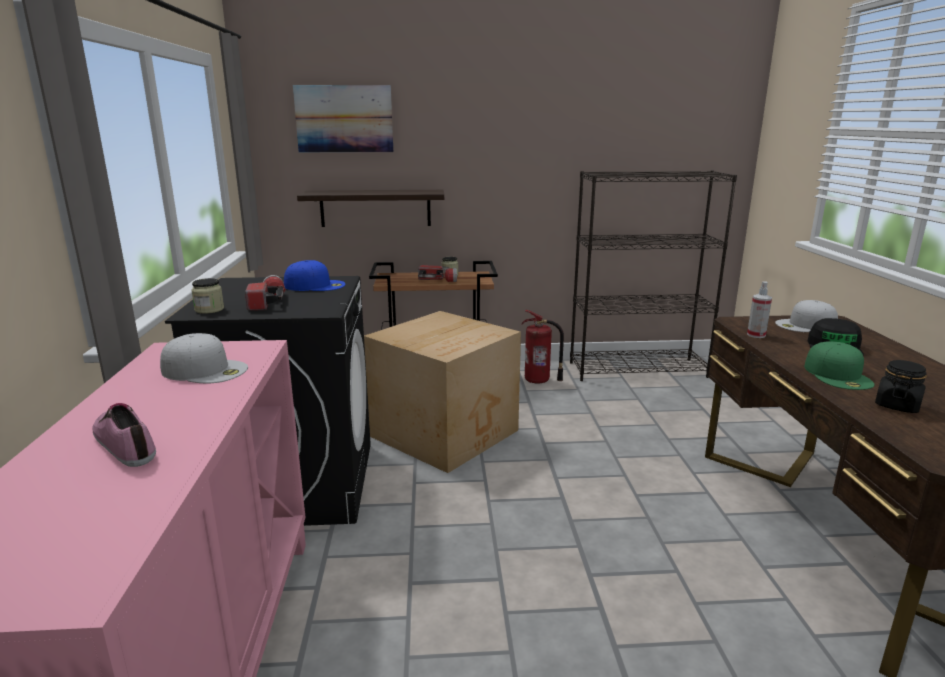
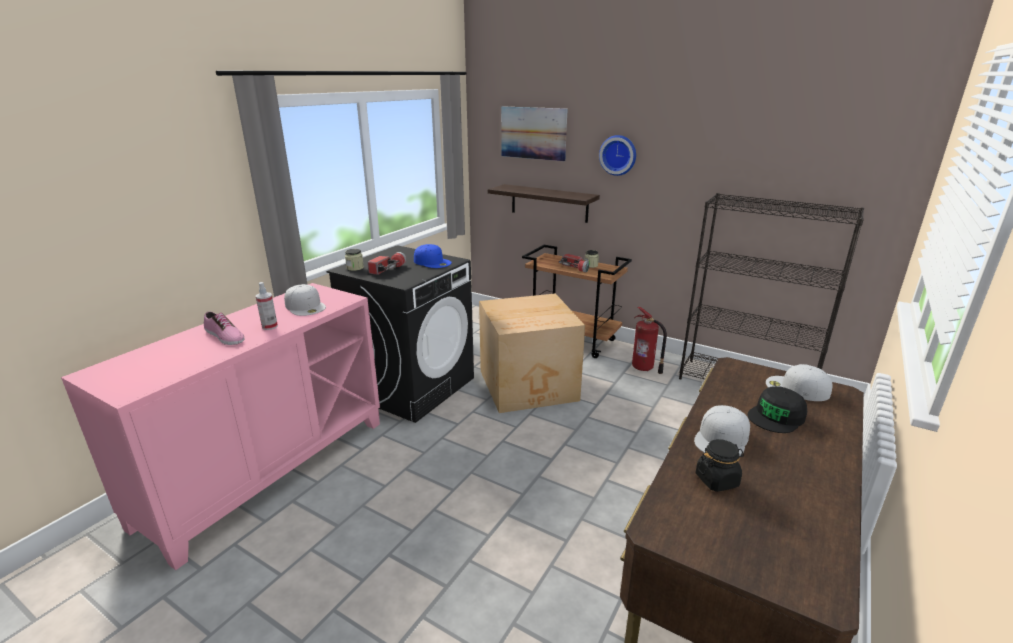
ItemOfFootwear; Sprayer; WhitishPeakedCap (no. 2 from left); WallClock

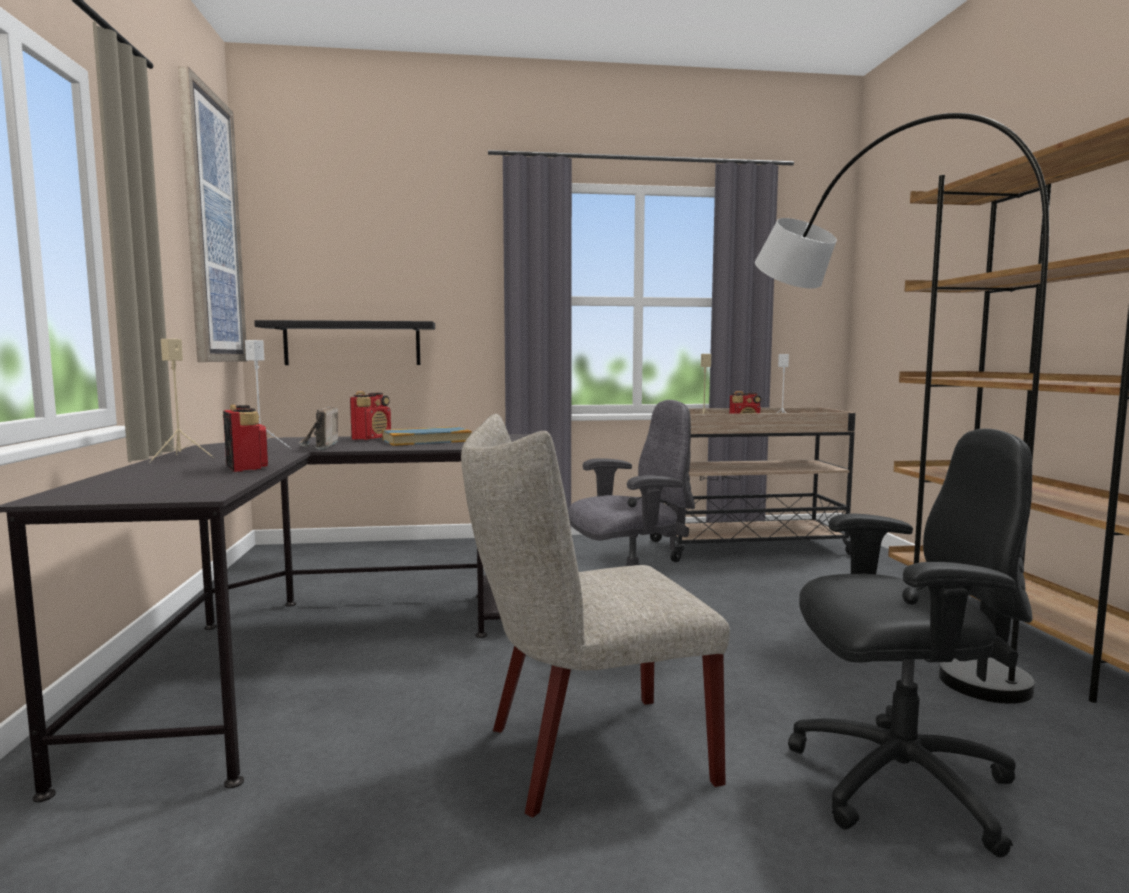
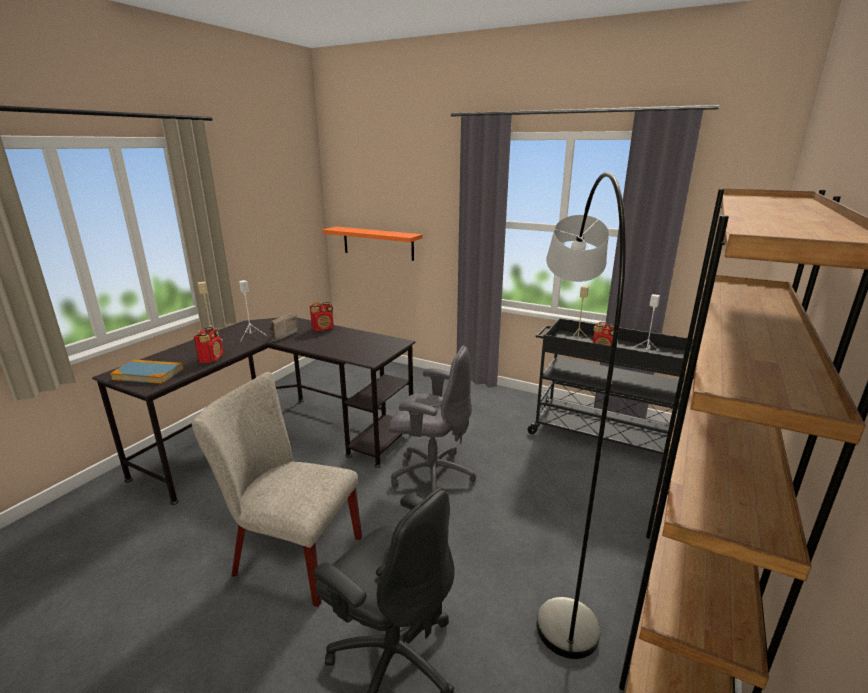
WallPicture; OrangeyBracketShelf; Book; BlackCart

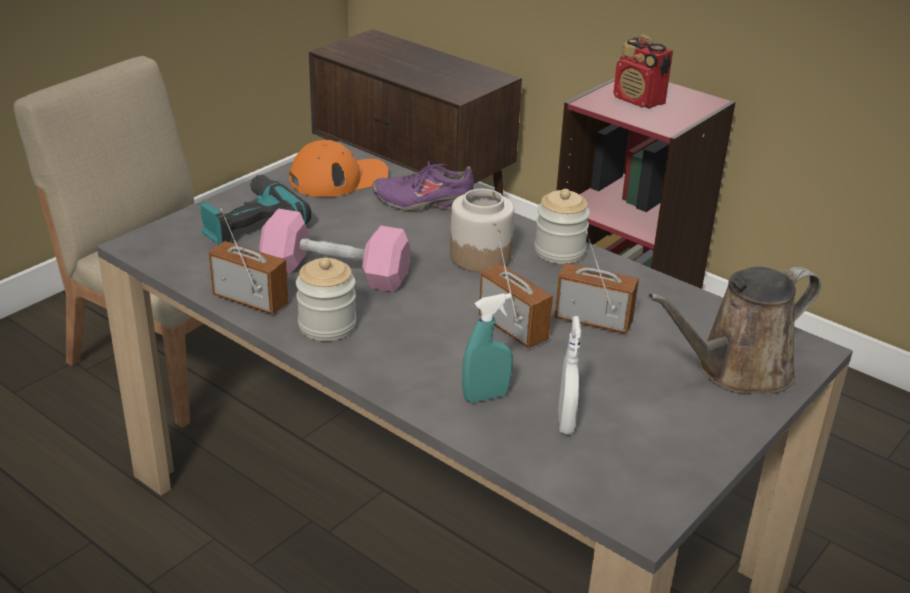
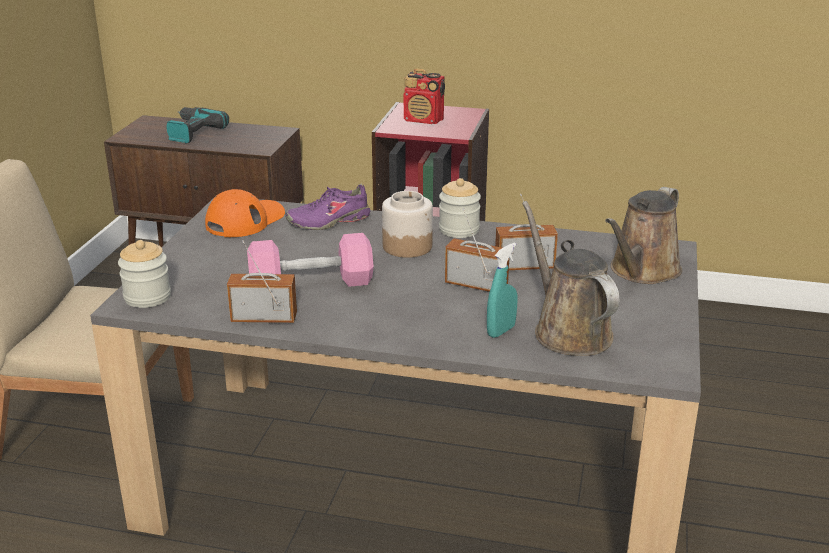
Drill; StorageJar (no. 1 from left); BrownishSprinklingCan (no. 1 from left)

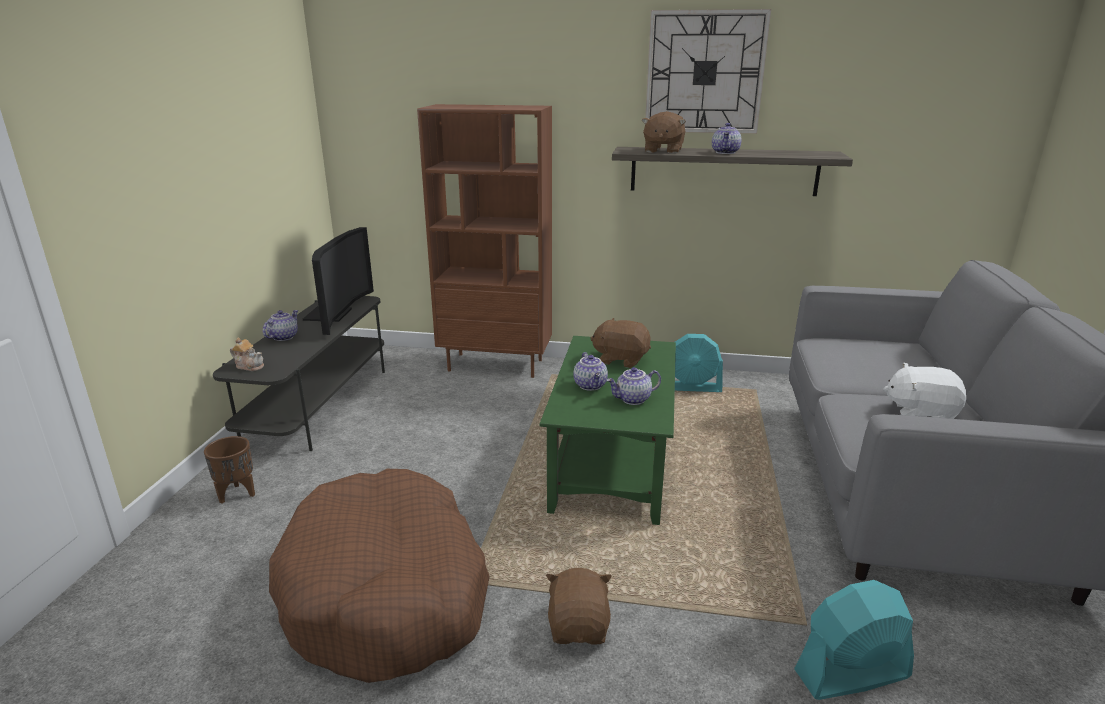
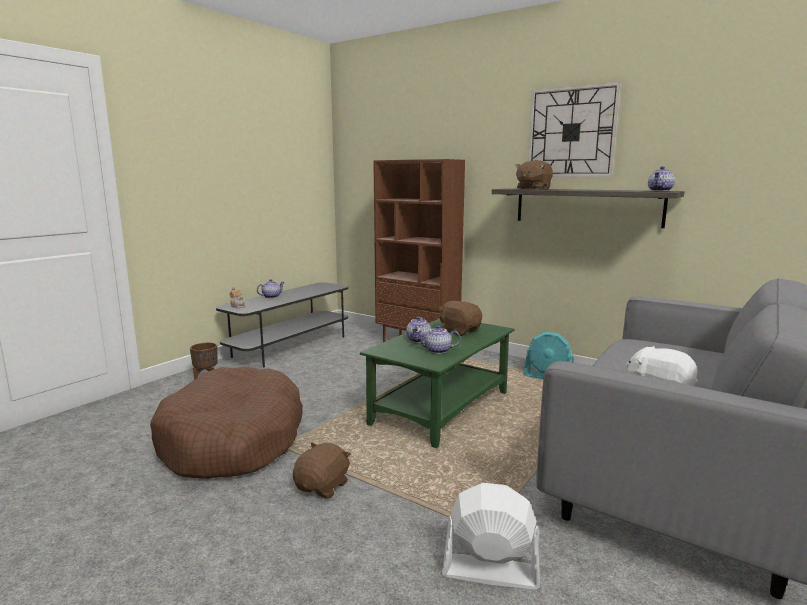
Television; Teapot (no. 5 from left); WhitishFan

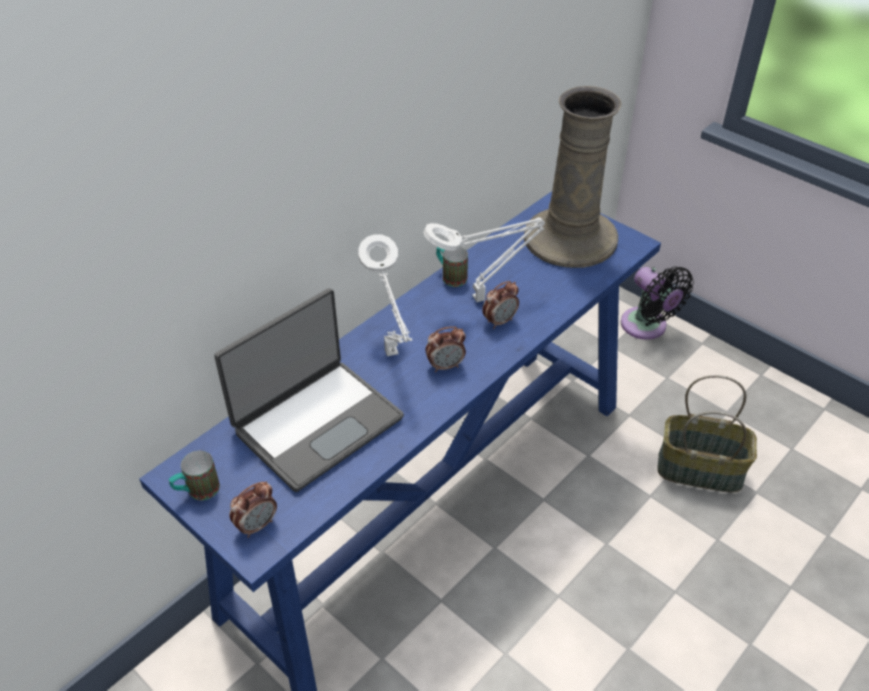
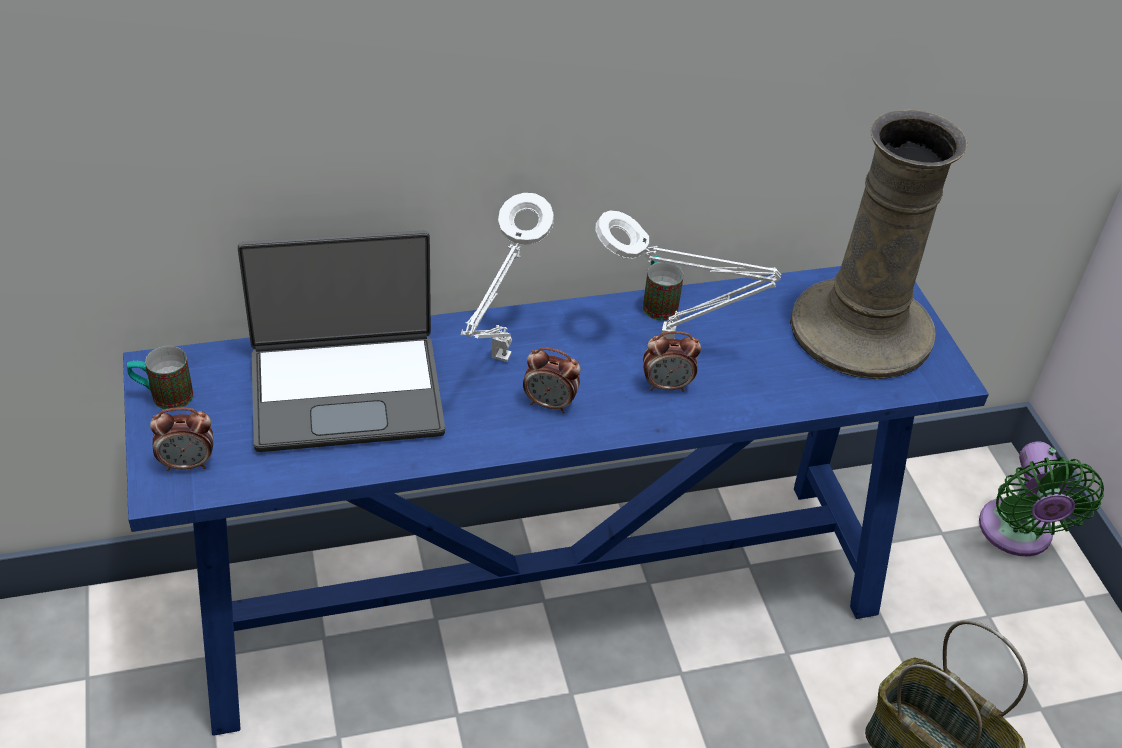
GreenFan

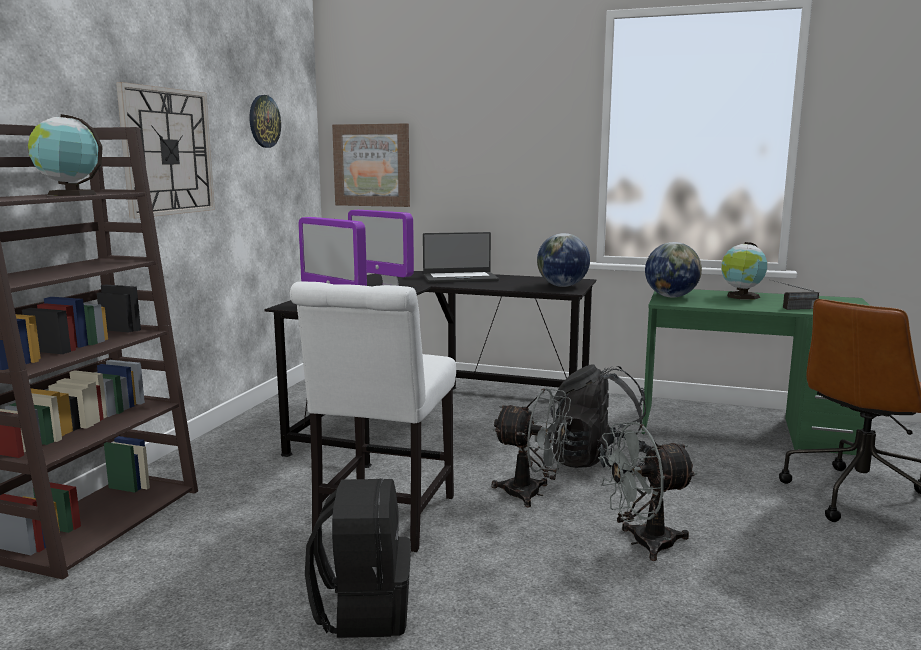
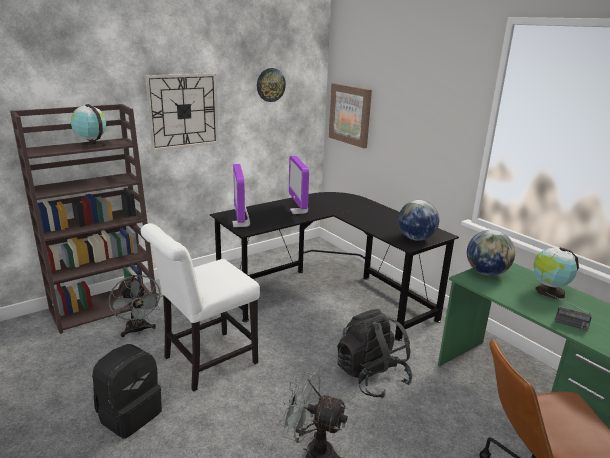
Laptop; GreyFan (no. 1 from left)

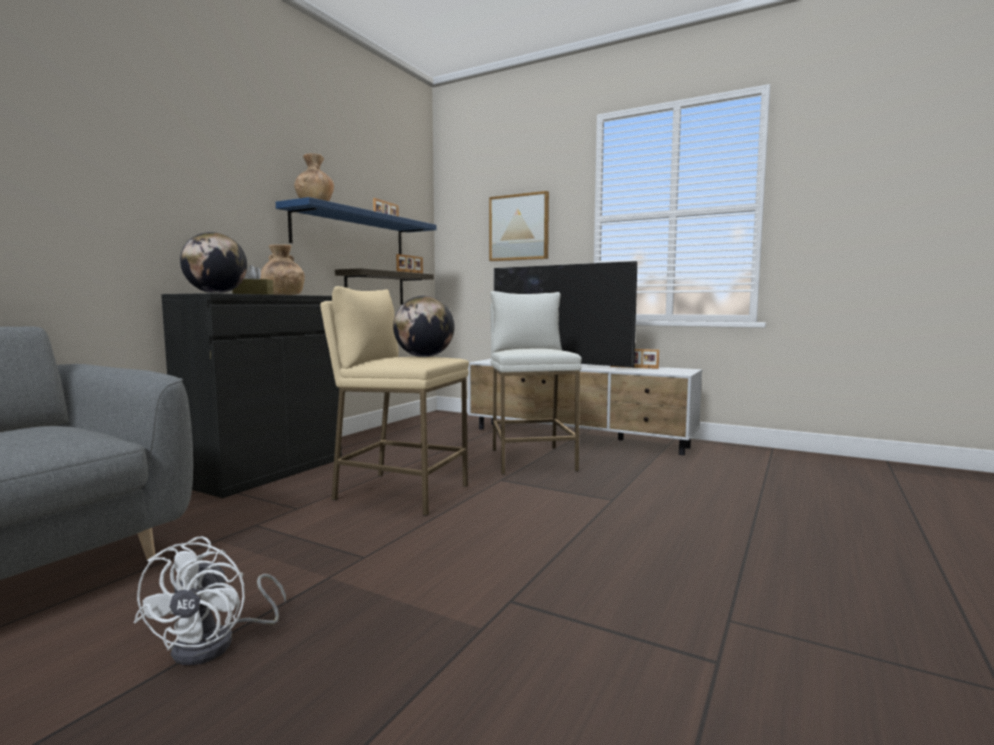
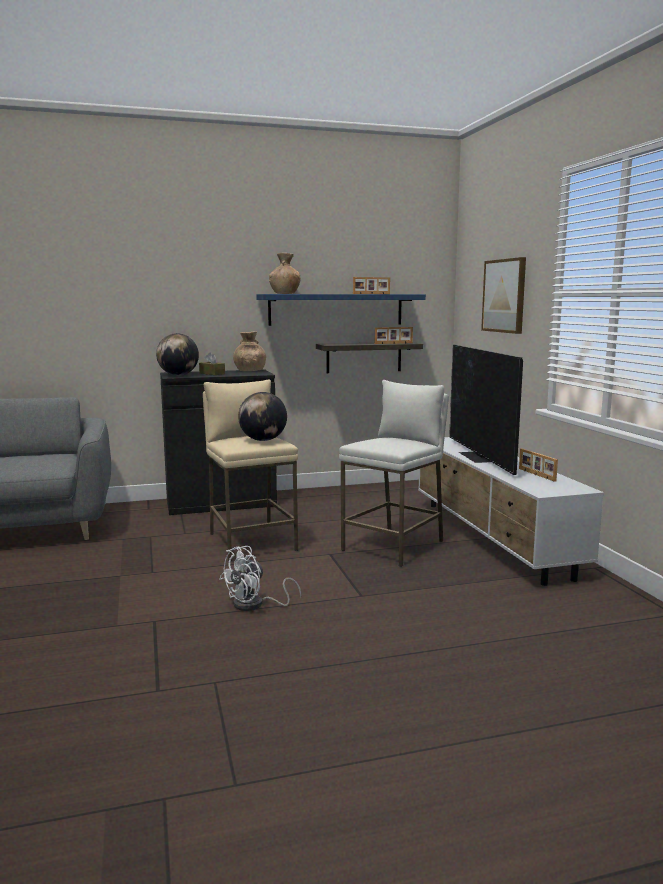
WhitishFan

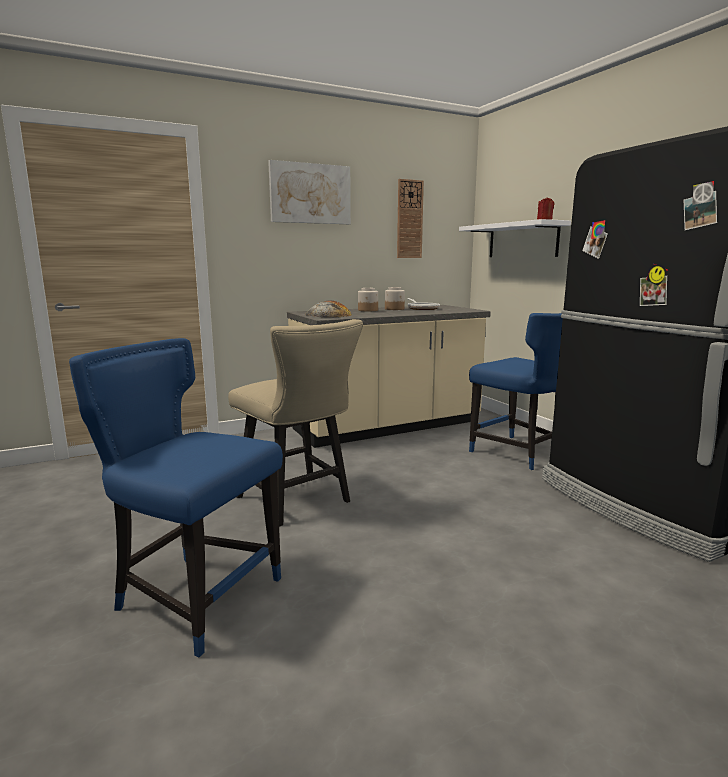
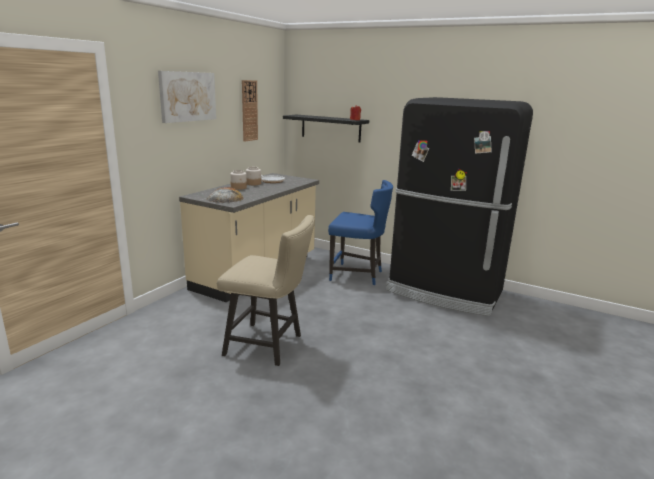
BlueColouredChair (no. 1 from left in the first image); BlackBracketShelf

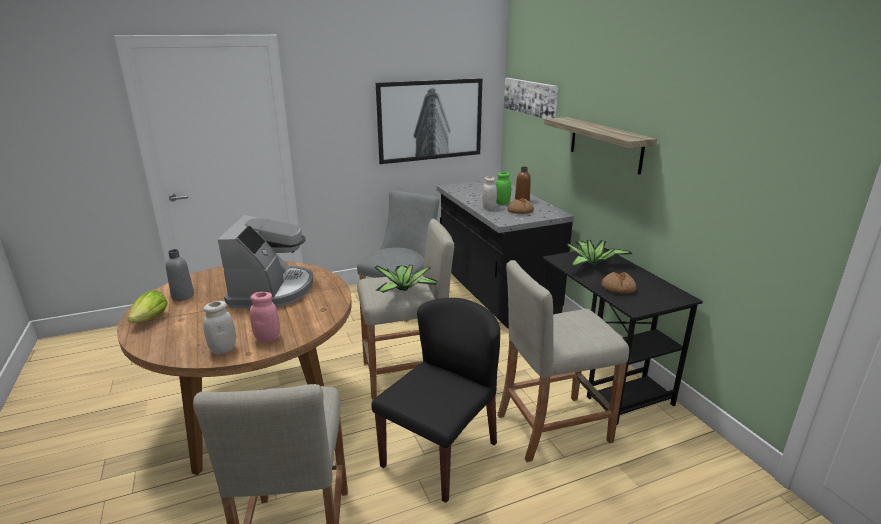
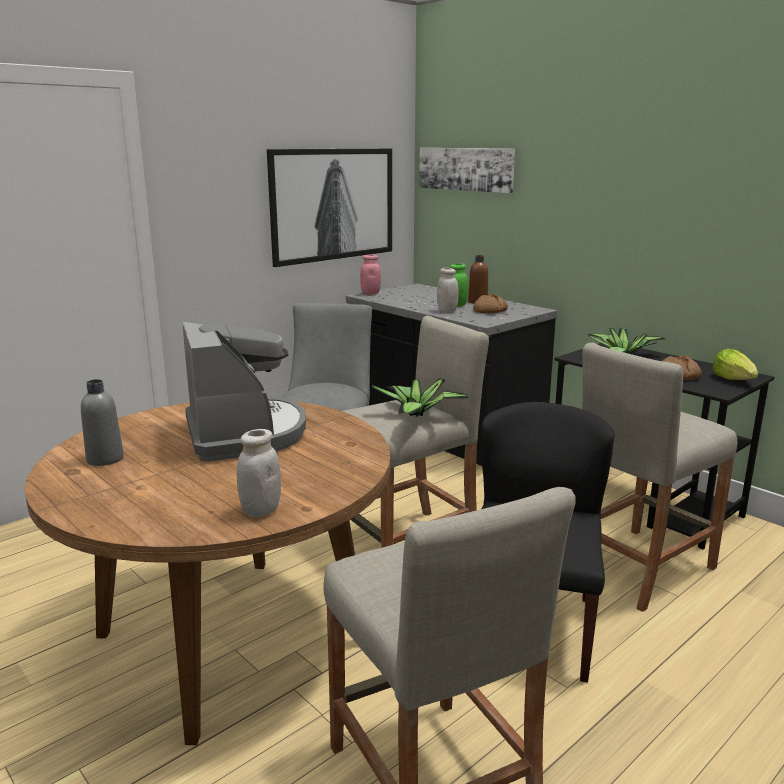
Lettuce; PinkColouredStorageJar; BracketShelf

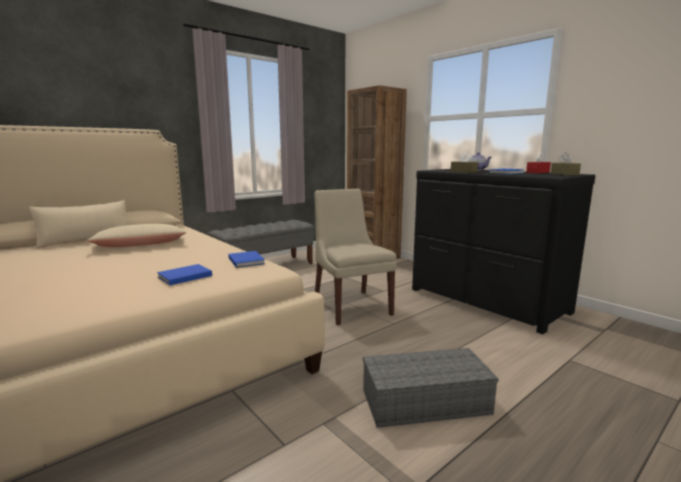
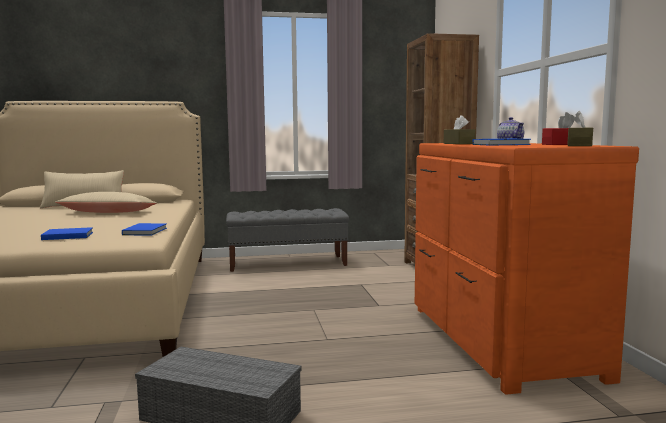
BeigeChair; OrangeyChestOfDrawers

